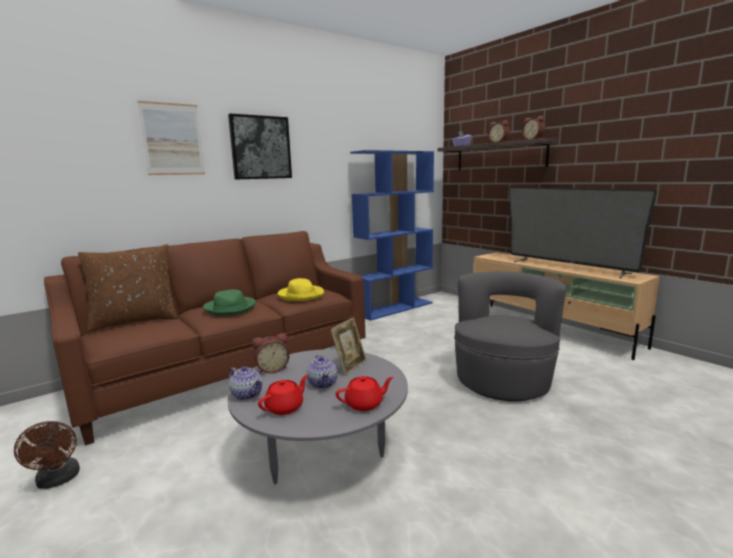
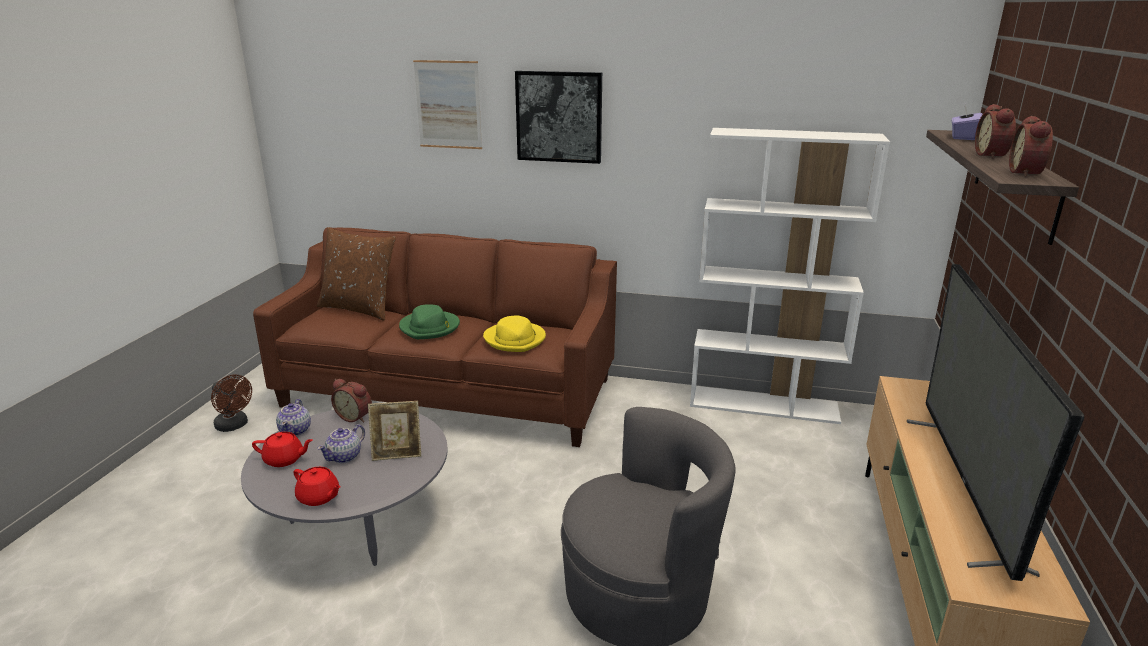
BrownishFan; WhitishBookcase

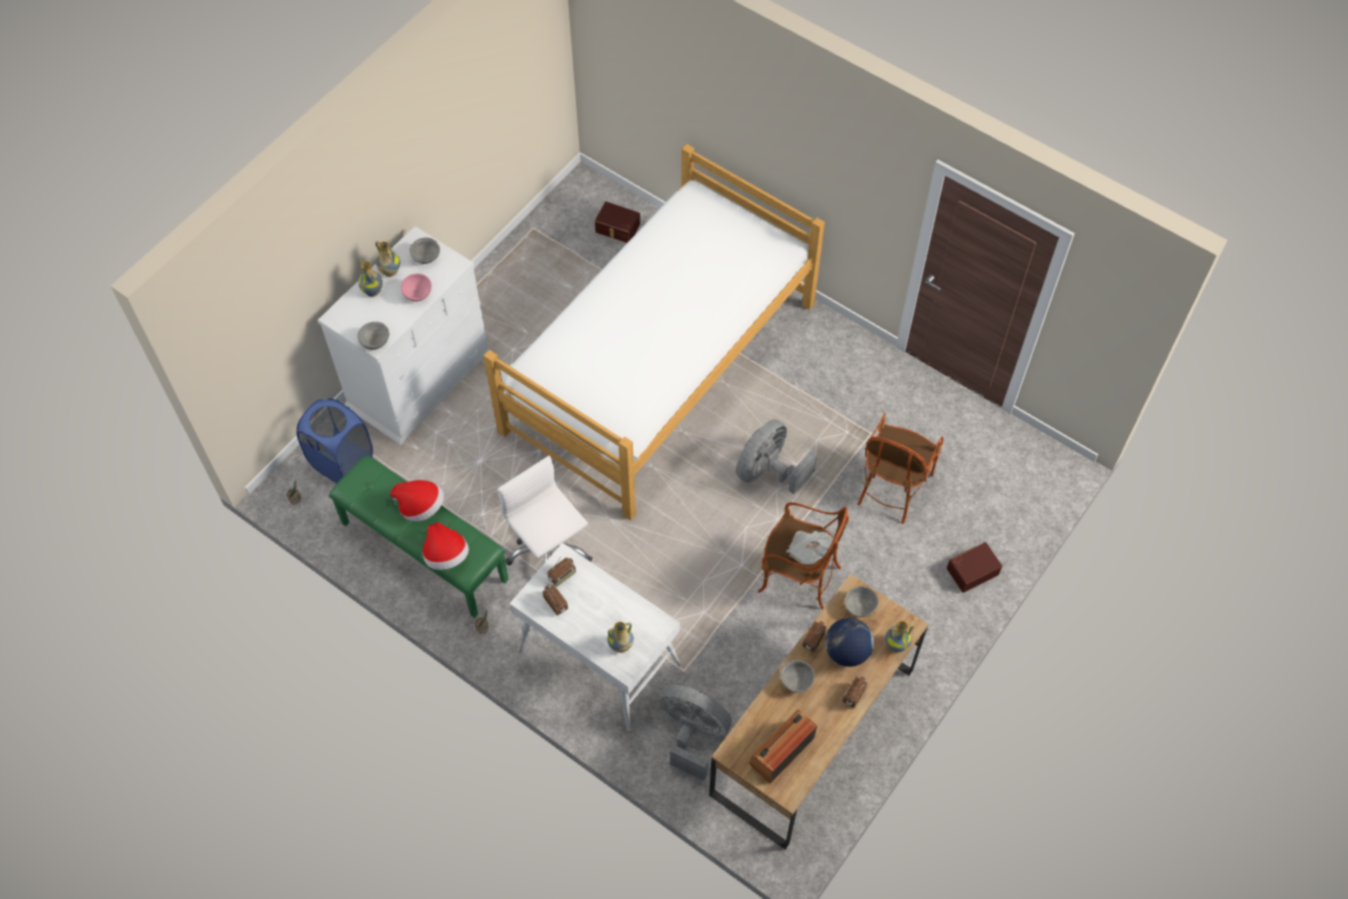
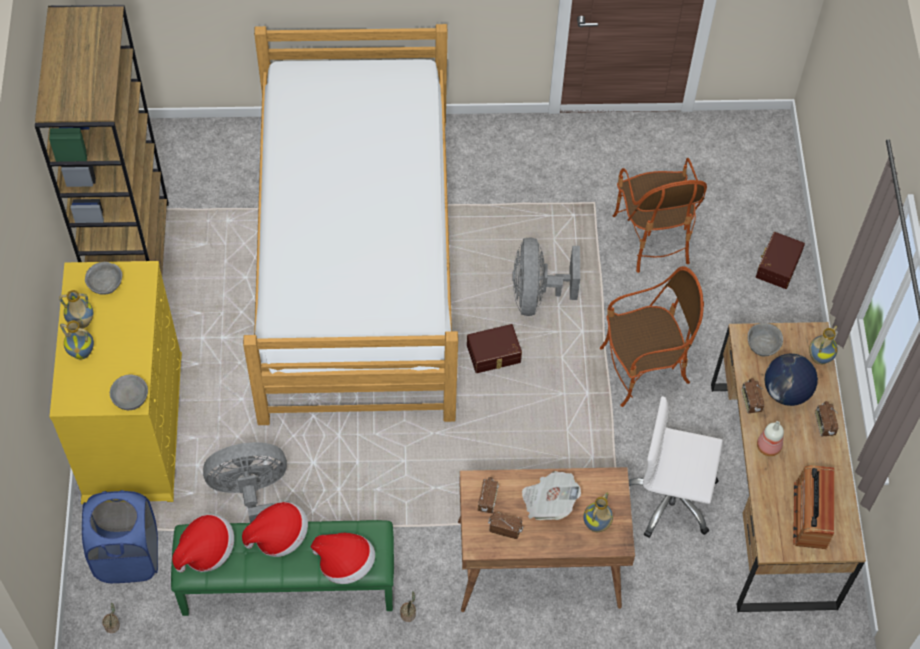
YellowColouredChestOfDrawers; PinkColouredBowl; WhitishOfficeChair; BrownishDeskTable (no. 1 from left); BrownishStorageBin (no. 1 from left); GreyFan (no. 1 from left); Bottle; DailyPaper; BrownishBookcase; Hat (no. 1 from left)

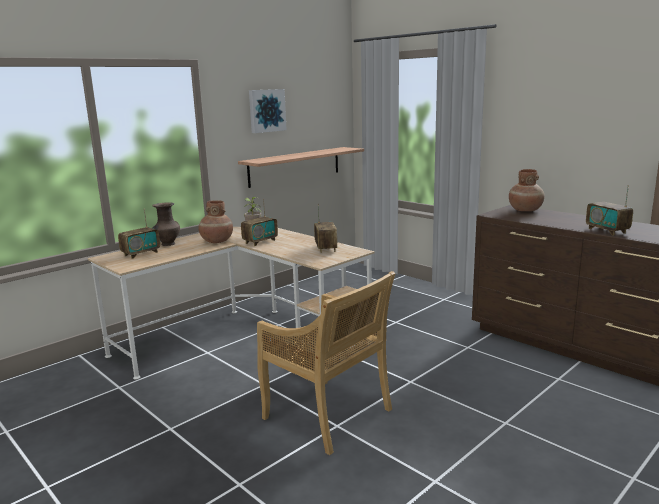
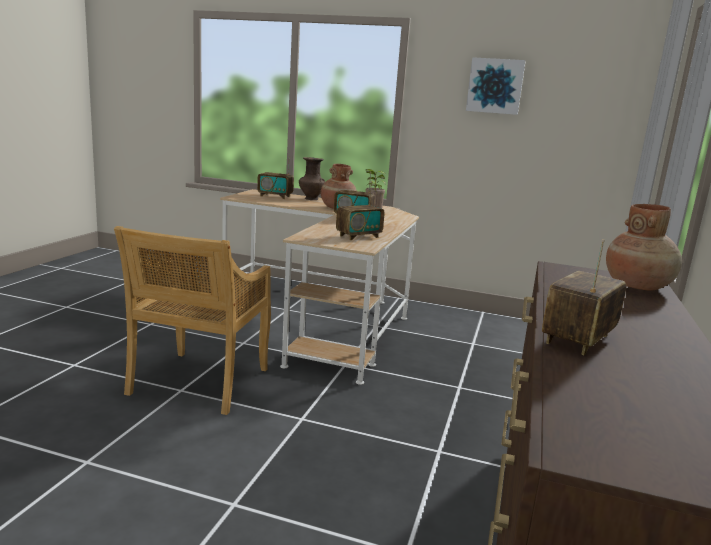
BracketShelf

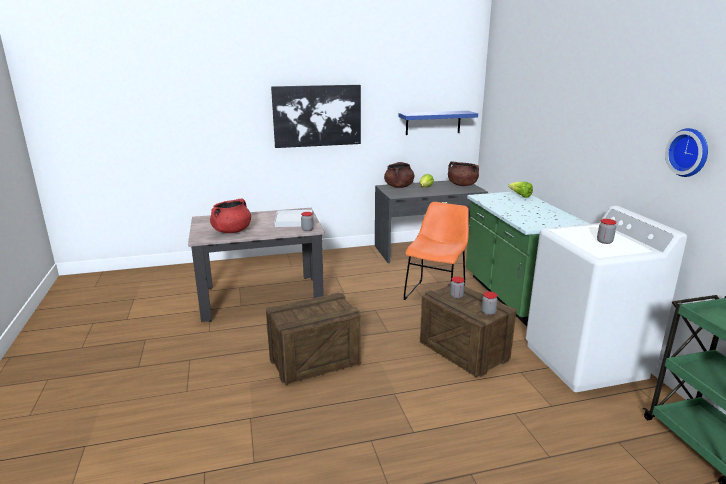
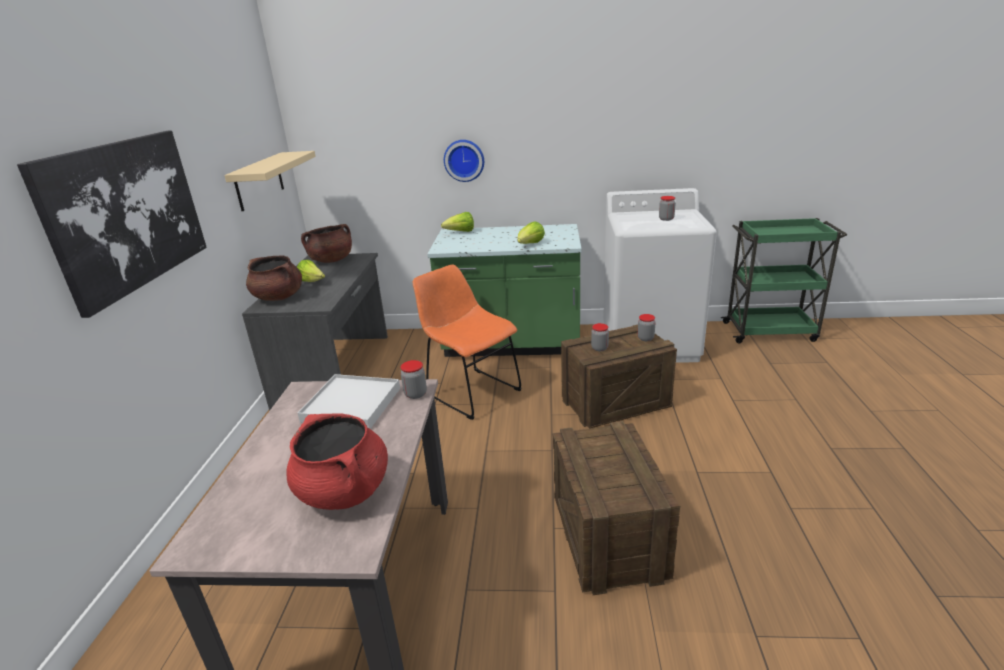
BeigeBracketShelf; WallClock; Lettuce (no. 3 from left)

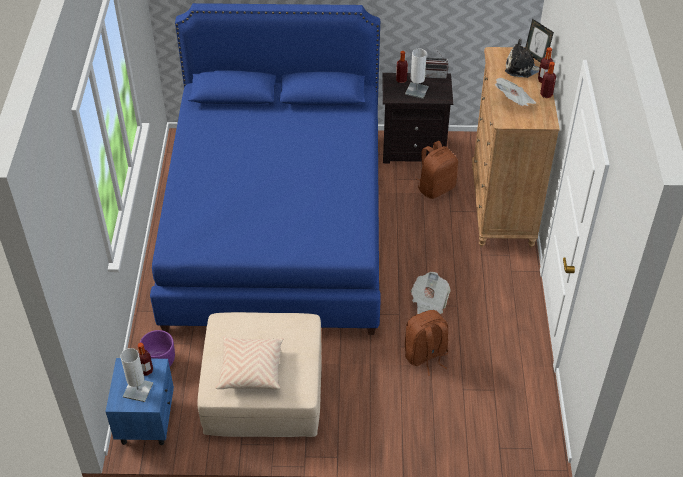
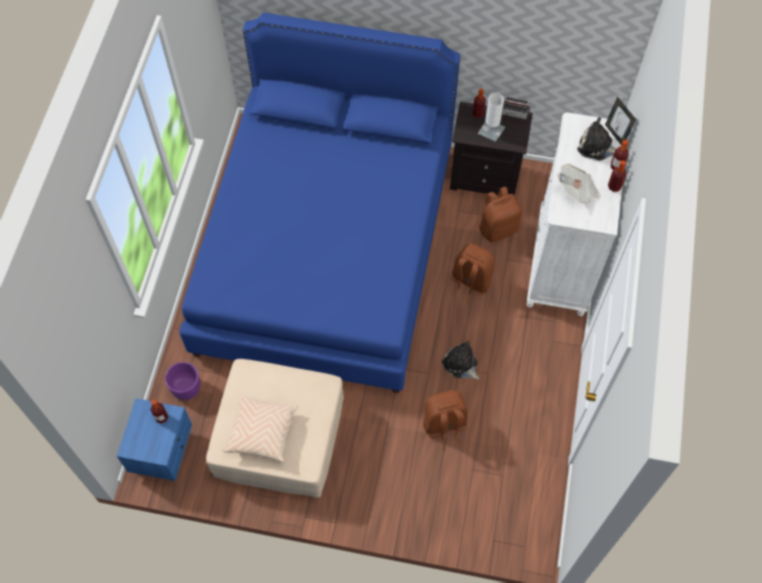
WhitishLampForATable (no. 1 from left in the first image); CuddlyToy (no. 1 from left); WhitishChestOfDrawers; BrownishRucksack (no. 2 from left)

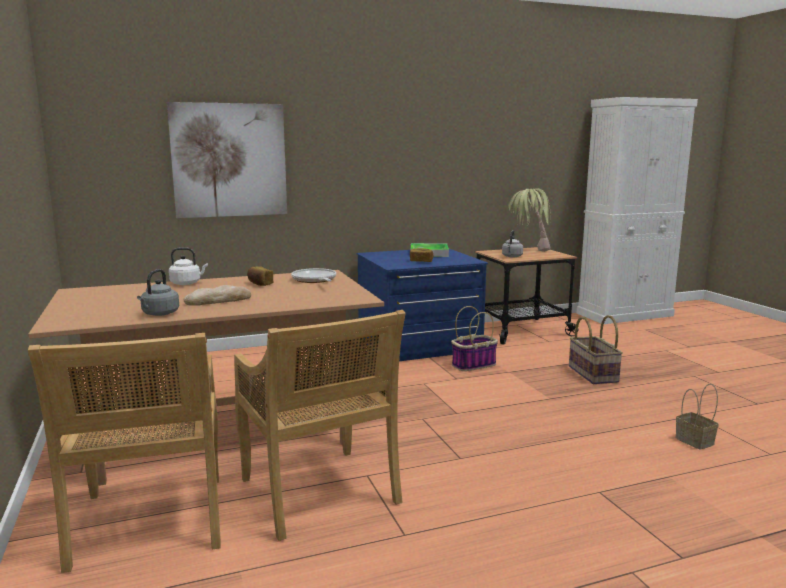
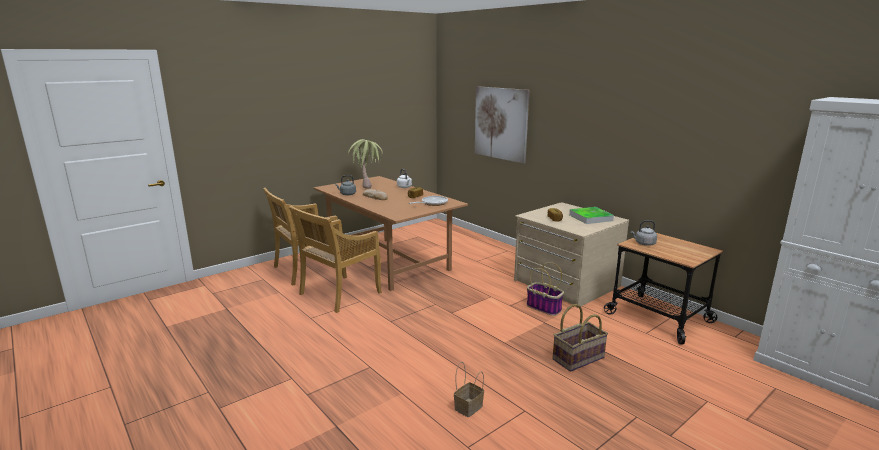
BeigeChestOfDrawers; Houseplant

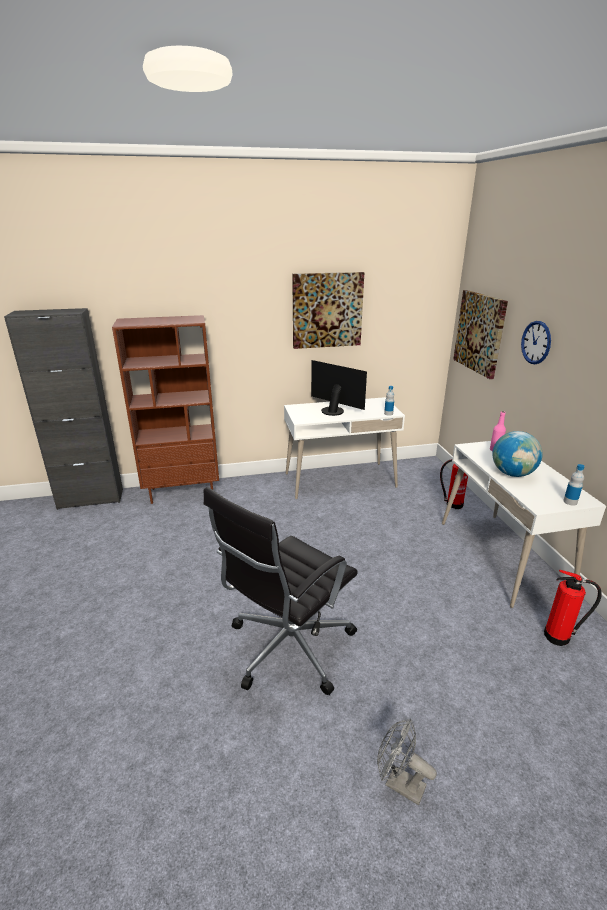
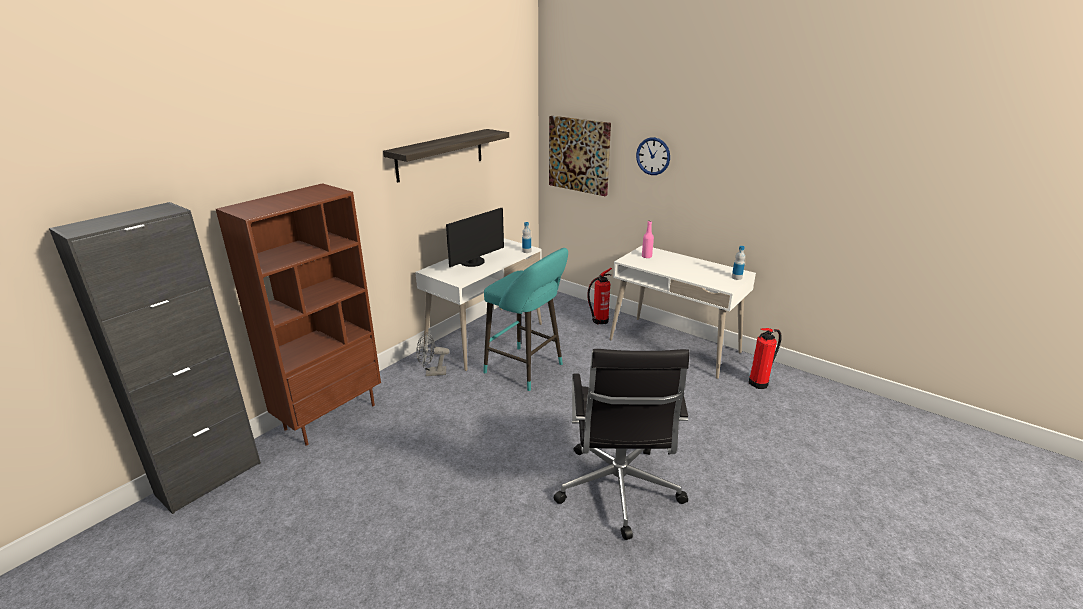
BracketShelf; ComputerDisplay; GreyFan; WorldGlobe; TurquoiseColouredSittingStool

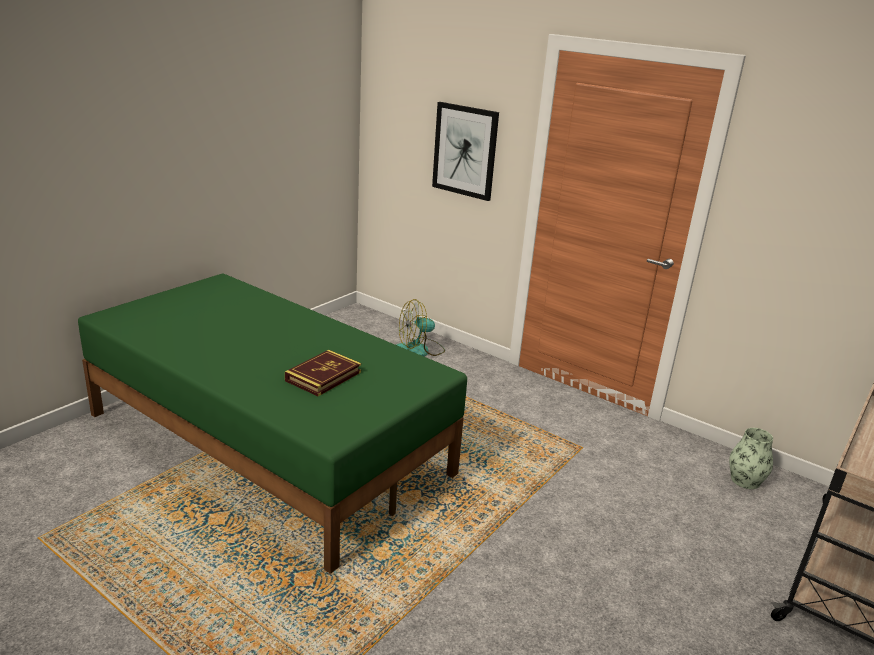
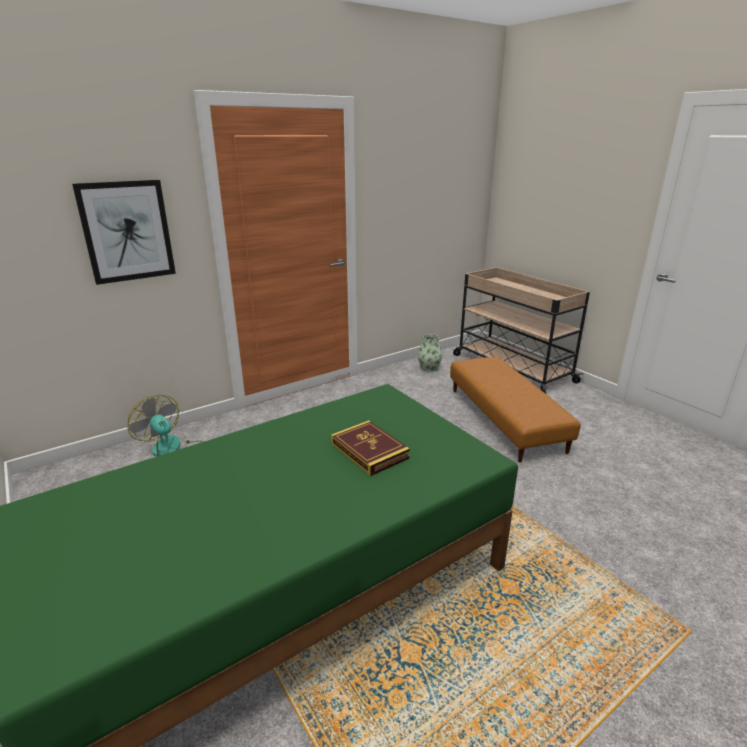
Fan; BrownishPouffe

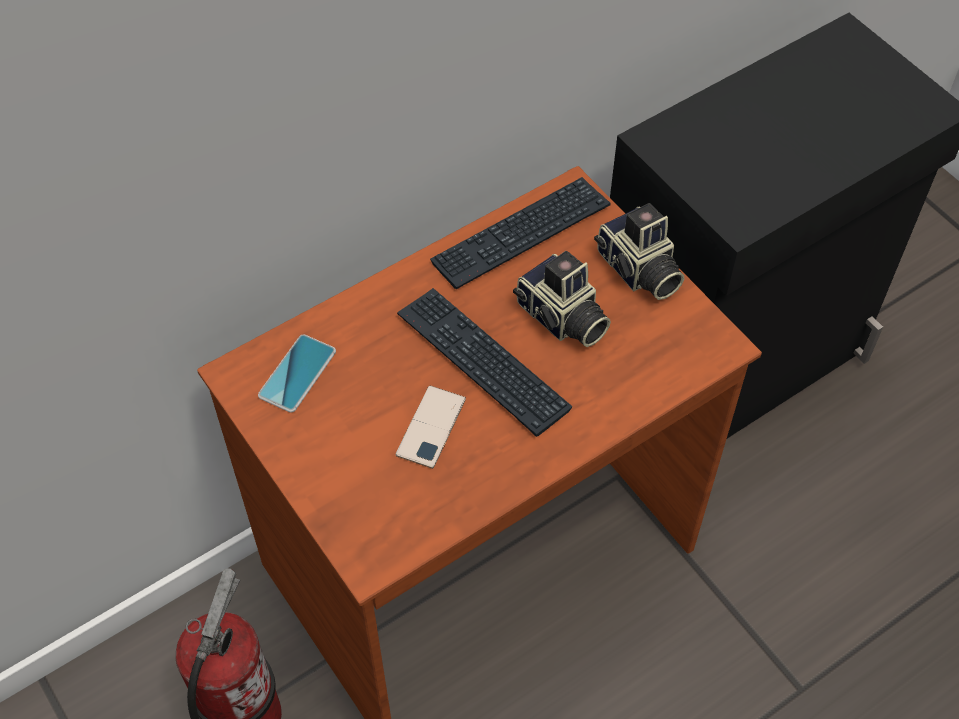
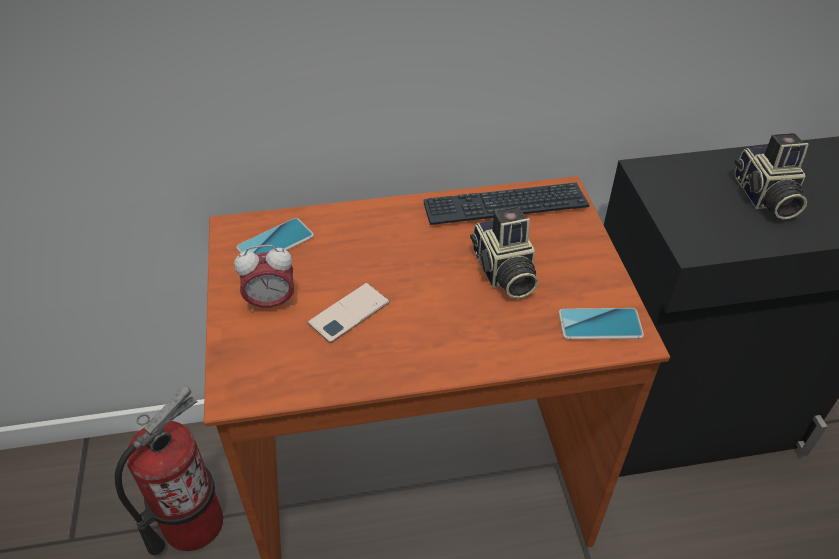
ComputerKeyboard (no. 1 from left in the first image); PhotoCamera (no. 2 from left); TableClock; Handset (no. 3 from left)

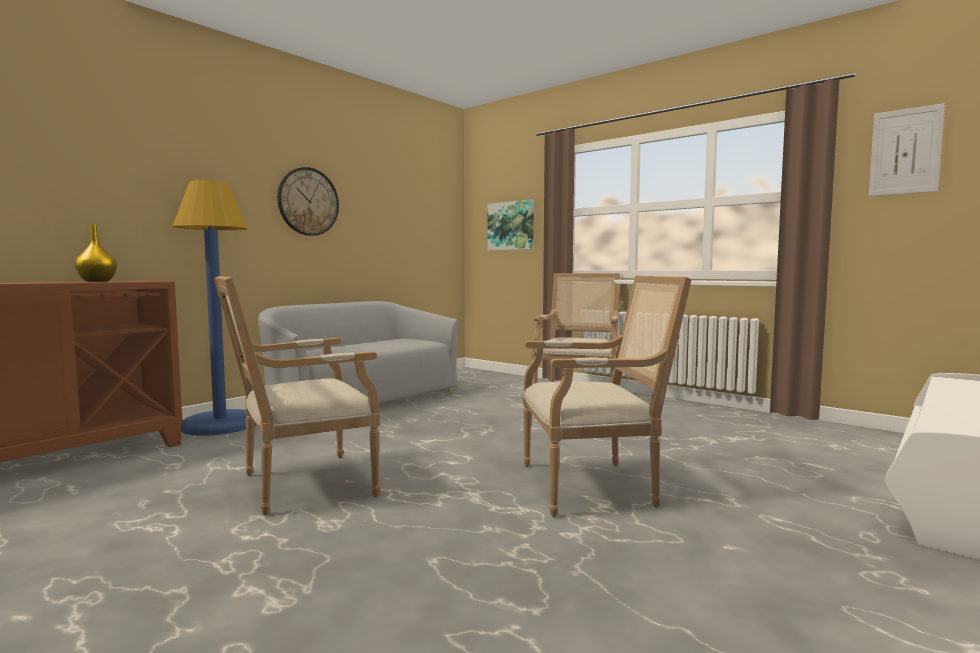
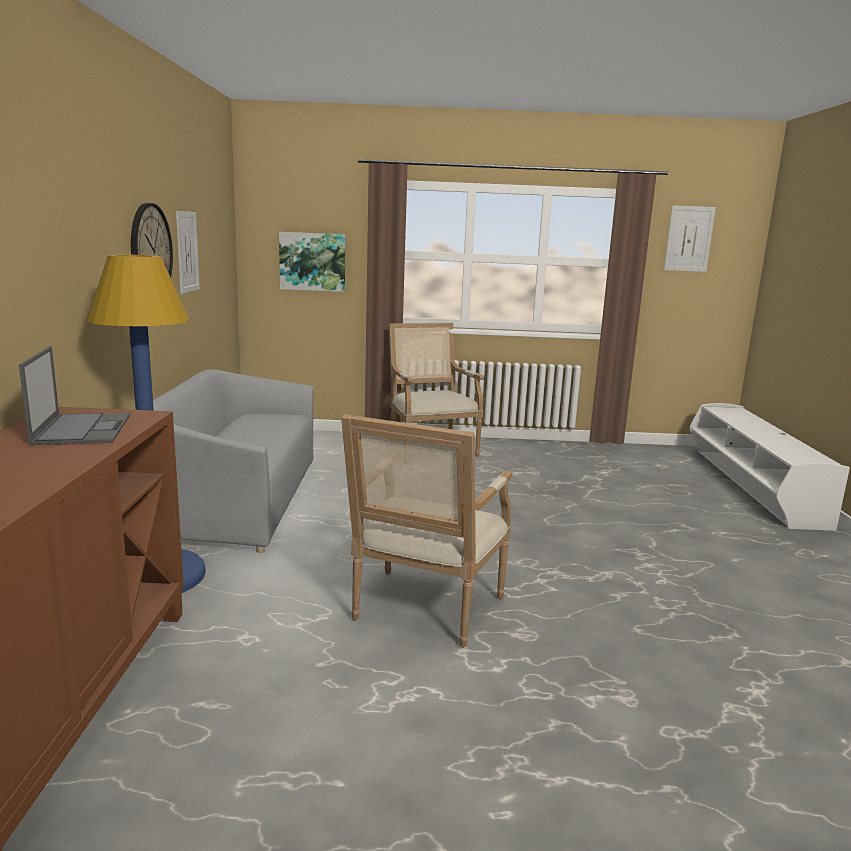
Laptop; Armchair (no. 3 from left in the first image); WallPicture (no. 1 from left)

